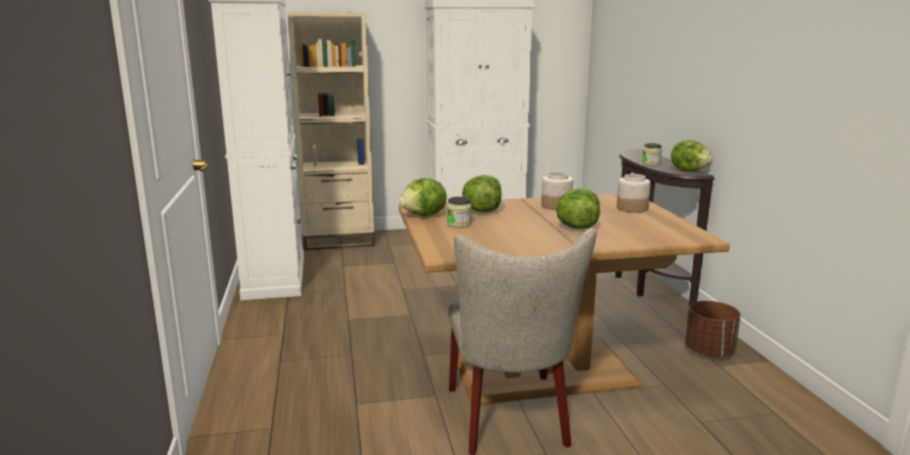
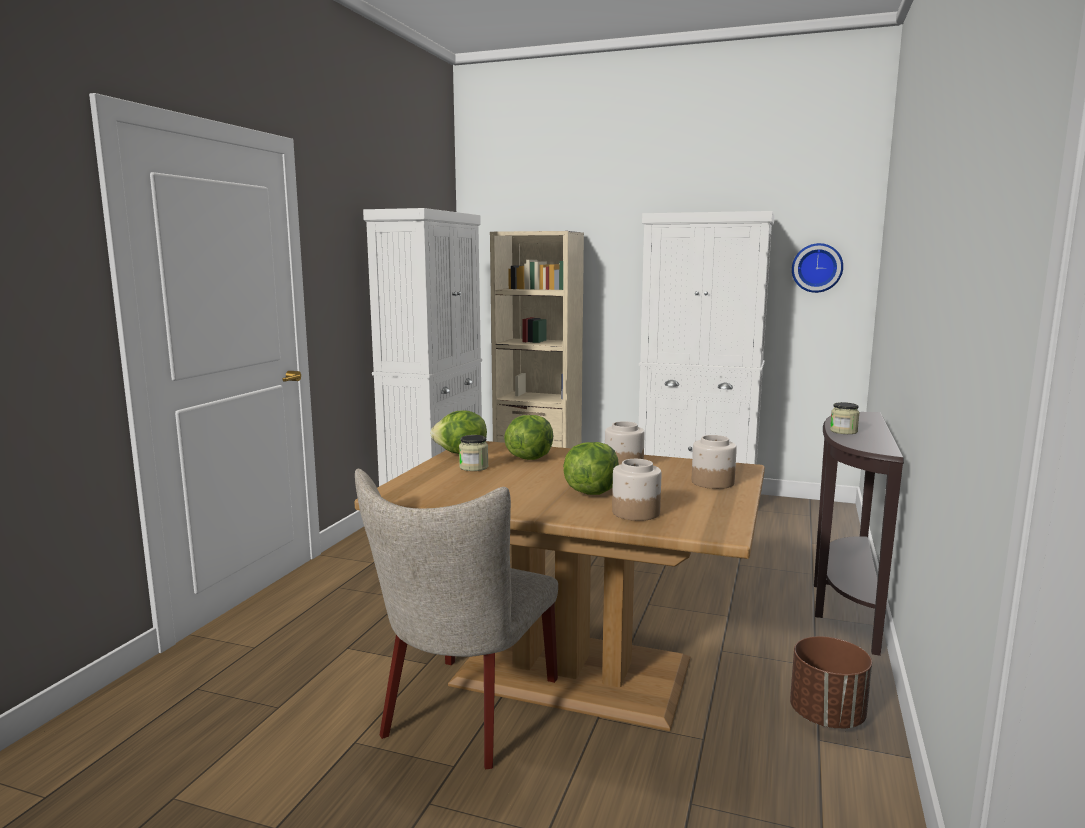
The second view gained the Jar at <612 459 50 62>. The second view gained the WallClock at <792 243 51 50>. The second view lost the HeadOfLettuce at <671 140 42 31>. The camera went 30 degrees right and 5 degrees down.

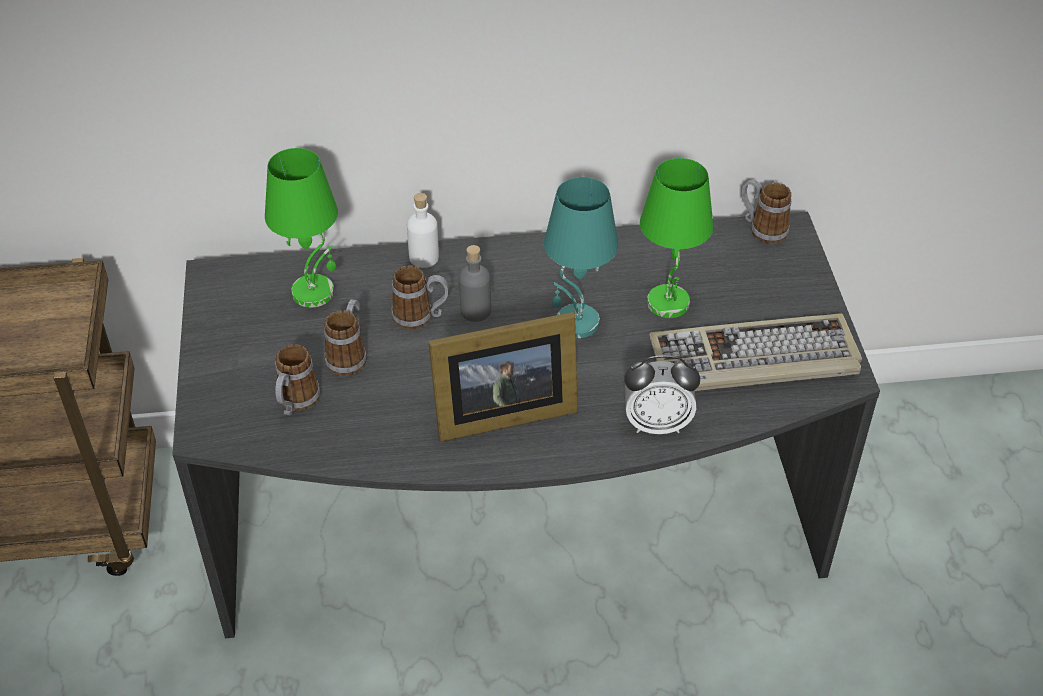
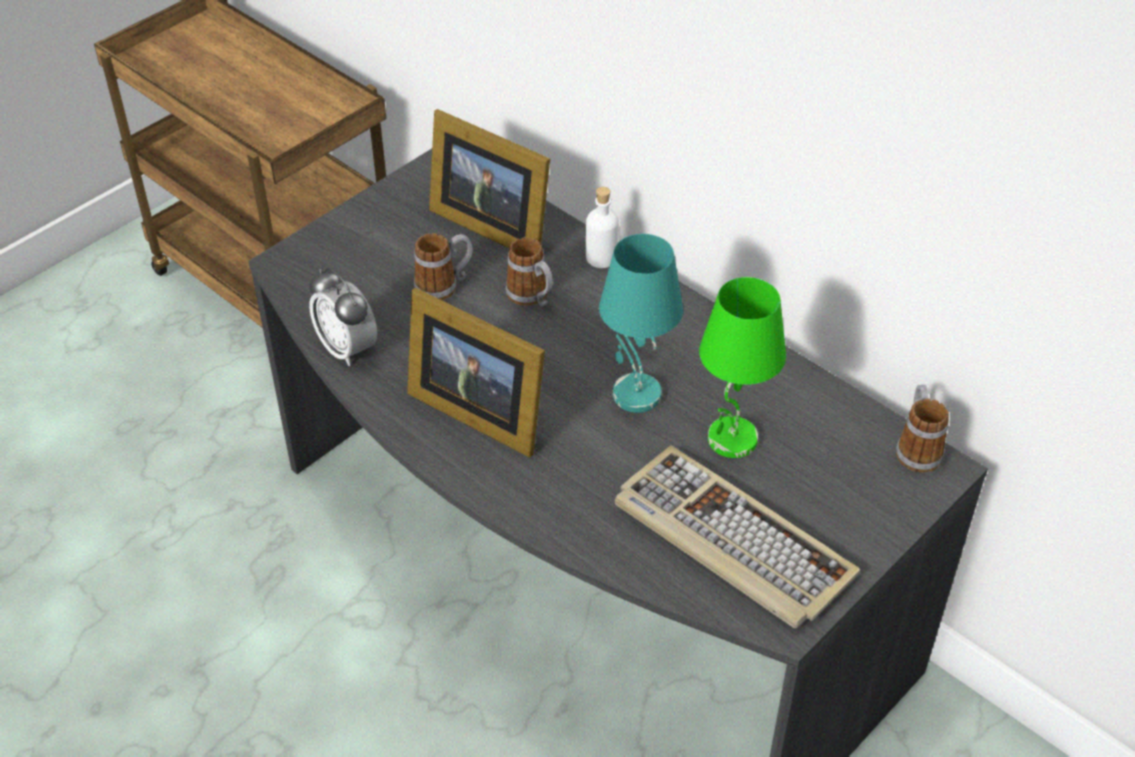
The AlarmClock ended up elsewhere, having gone from <624 355 76 79> to <309 268 68 98>. Where the GreenColouredTabletopLamp stood at <265 148 73 160>, the PictureFrame came to stand at <429 109 121 139>. The second view lost the Mug at <275 344 45 71>. The second view lost the GreyishBeverageBottle at <459 245 32 77>. The camera went 50 degrees right and 0 degrees up.

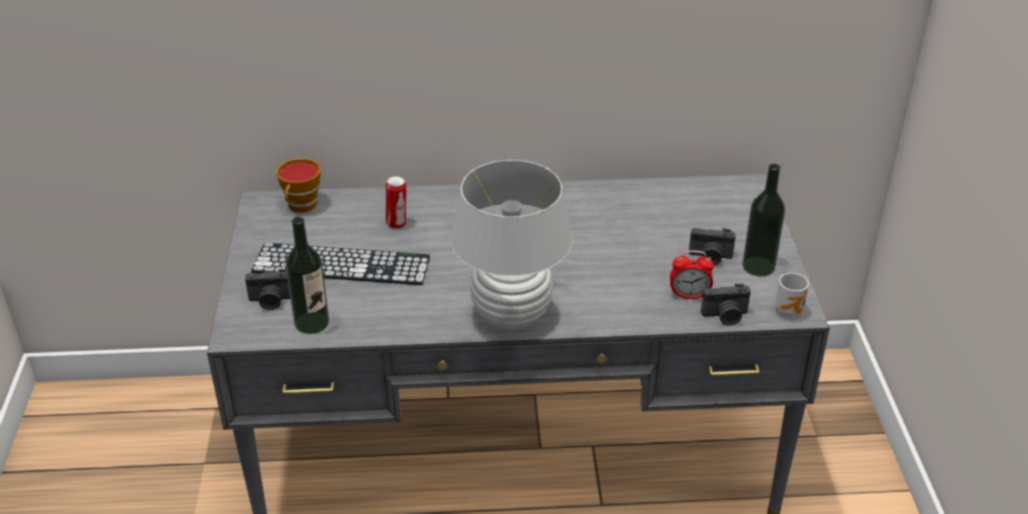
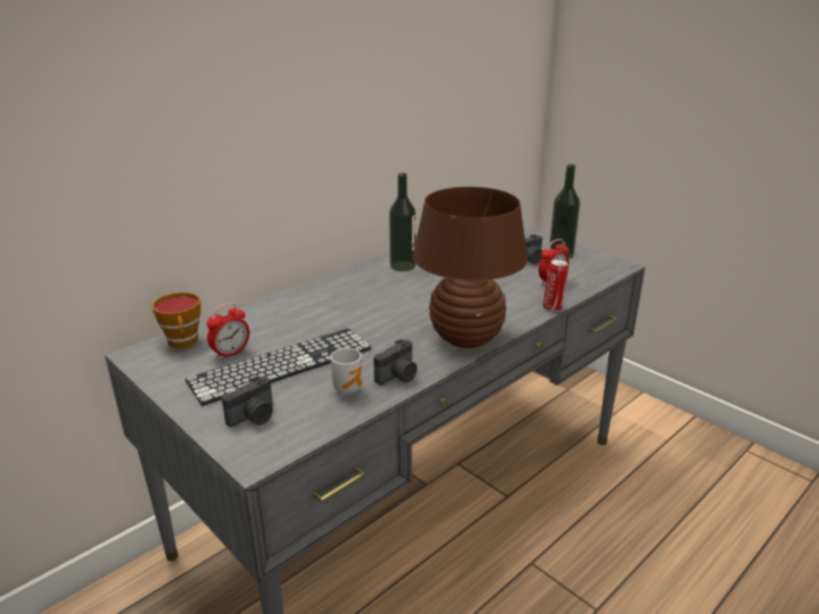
The second view gained the AlarmClock at <207 302 43 58>. The Mug ended up elsewhere, having gone from <776 273 33 44> to <330 348 32 47>. The StillCamera ended up elsewhere, having gone from <701 284 50 42> to <374 339 43 46>. The BeverageBottle ended up elsewhere, having gone from <286 217 43 117> to <389 173 27 99>. What was the WhiteTabletopLamp at <450 160 123 169> turned into the BrownTabletopLamp at <412 187 116 161>. The MetalCan ended up elsewhere, having gone from <386 176 20 53> to <543 260 26 51>. The camera went 40 degrees left and 10 degrees down.

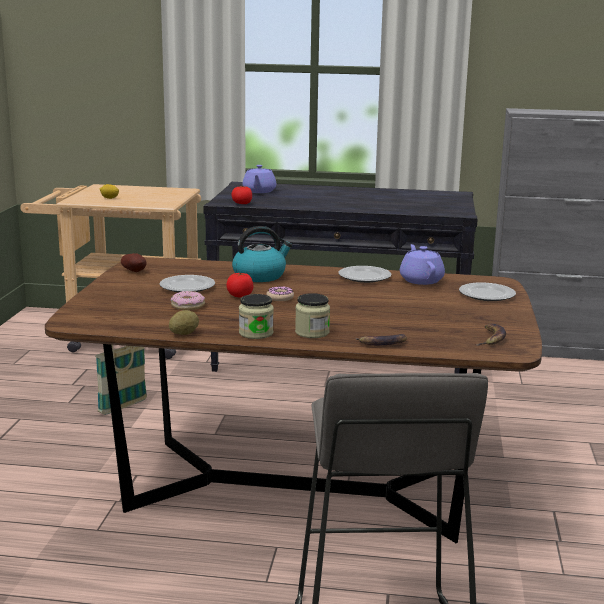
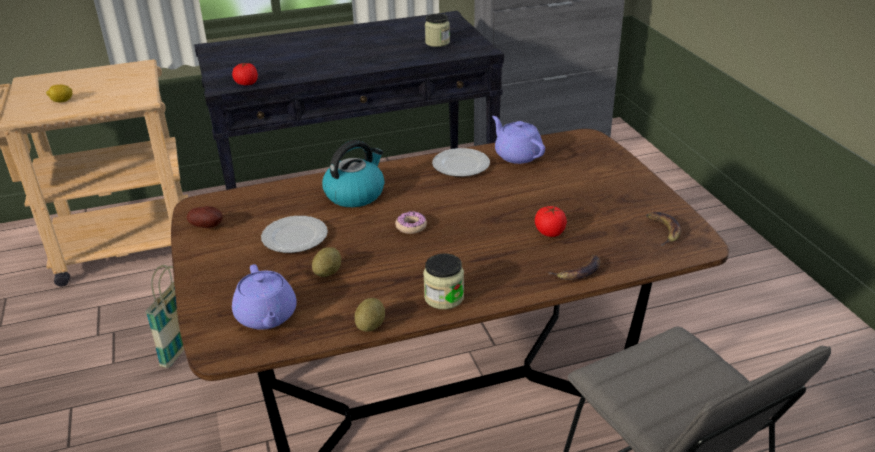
The PurplePotForTea ended up elsewhere, having gone from <243 165 33 28> to <232 264 65 66>. Where the RingDoughnut stood at <171 291 34 19>, the Spud came to stand at <312 247 29 30>. The Jar ended up elsewhere, having gone from <295 293 35 45> to <425 14 25 33>. The Tomato ended up elsewhere, having gone from <226 273 27 24> to <535 206 32 31>. The second view lost the Plate at <459 283 57 18>. The camera went 25 degrees left and 15 degrees up.

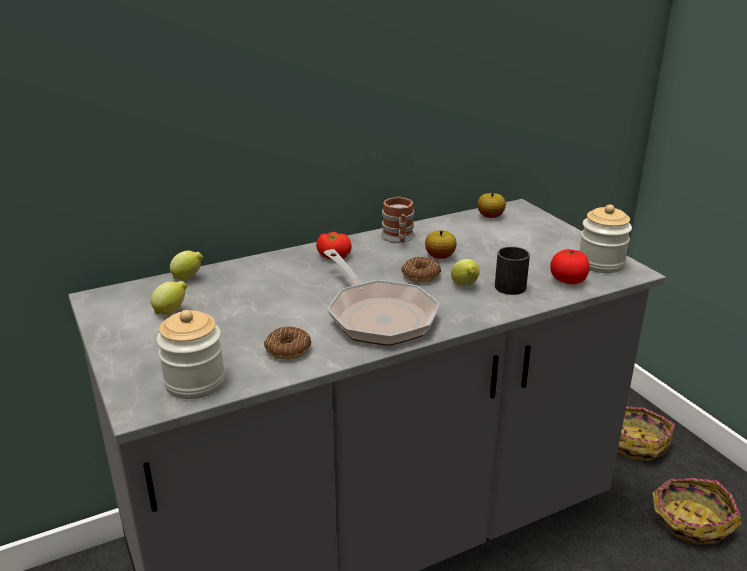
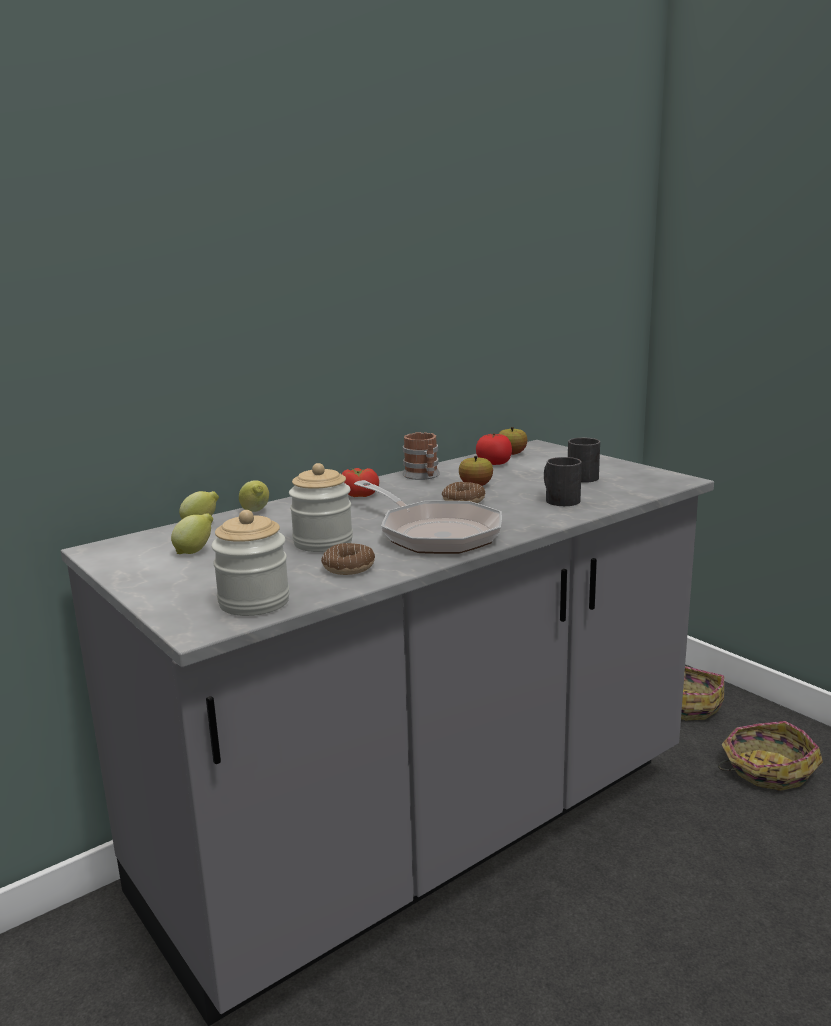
The Lemon ended up elsewhere, having gone from <451 259 29 28> to <239 480 30 32>. The Jar ended up elsewhere, having gone from <579 204 53 69> to <289 463 64 89>. The Tomato ended up elsewhere, having gone from <550 249 40 35> to <476 433 36 32>. The second view gained the BlackColouredMug at <568 438 32 45>. The camera went 10 degrees left and 10 degrees down.

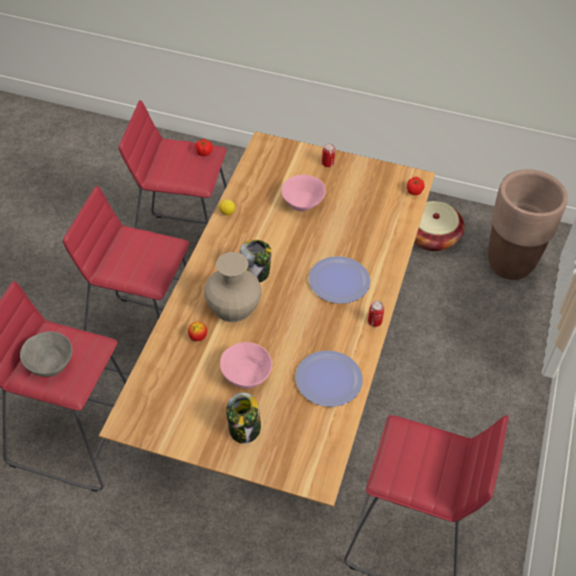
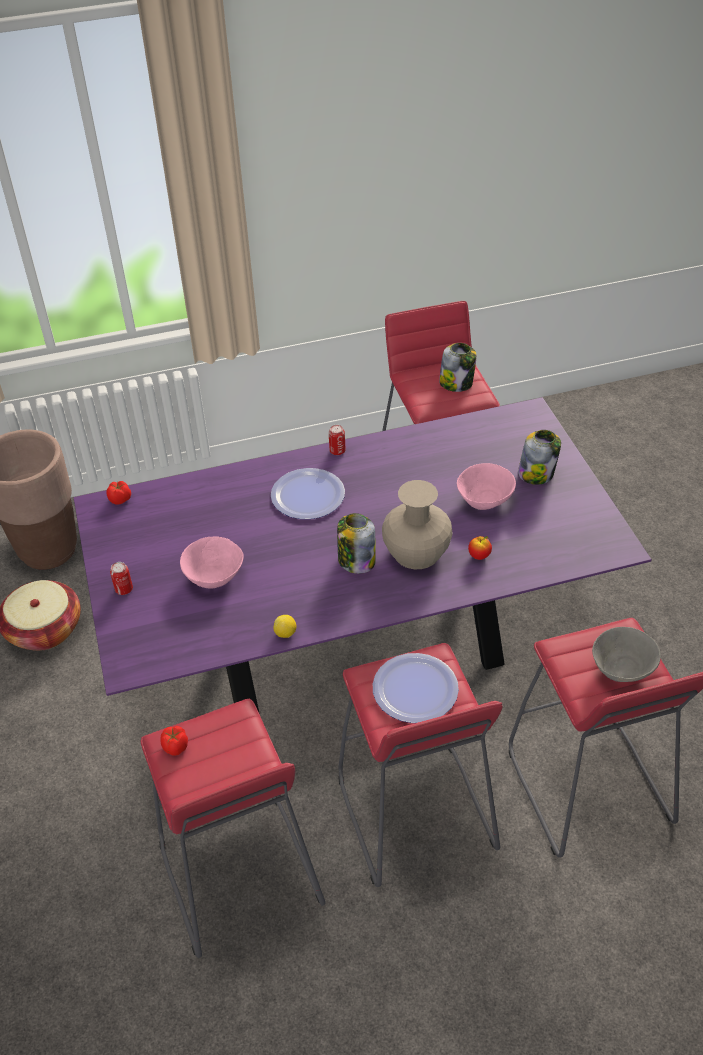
What was the BrownDinnerTable at <99 131 336 376> turned into the PurpleDinnerTable at <73 397 579 317>. The Plate ended up elsewhere, having gone from <295 350 68 57> to <373 653 86 70>. The second view gained the Jar at <439 343 38 49>. The camera went 120 degrees left and 5 degrees down.

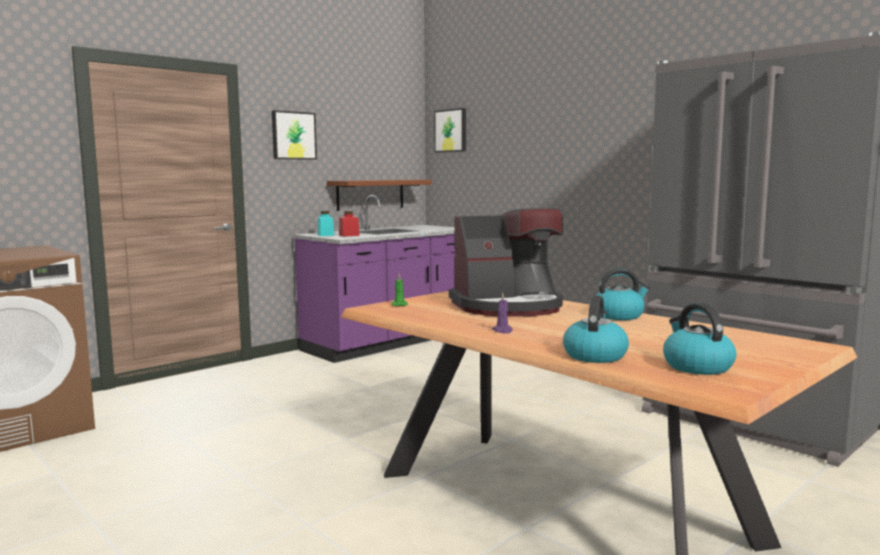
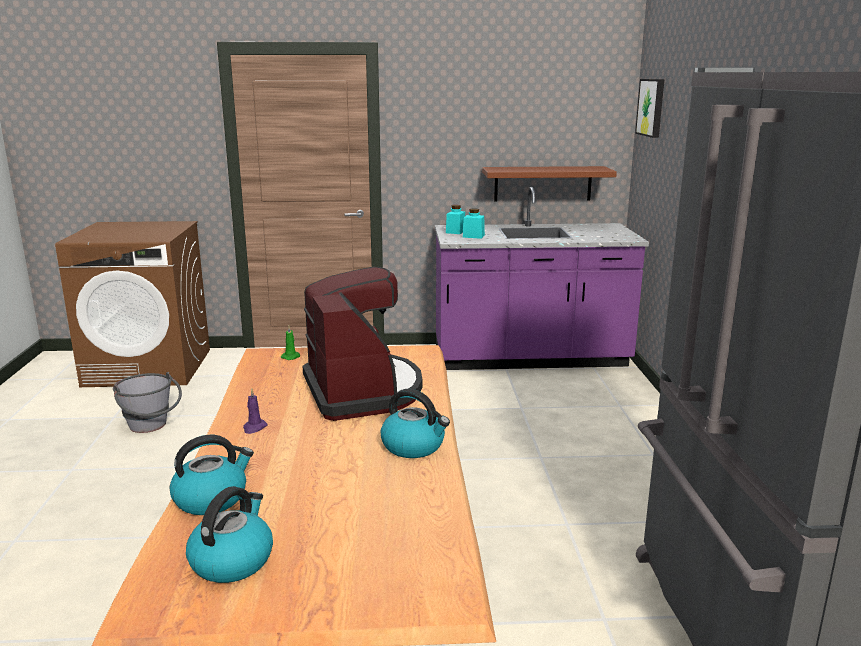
The second view gained the GreyishPail at <113 372 69 61>. The CoffeeMachine at <449 208 114 109> ended up facing another way, 135 degrees counterclockwise from before. What was the ReddishJar at <339 211 21 26> turned into the BlueGreenJar at <463 208 22 31>. The second view lost the Picture at <272 110 45 50>. The camera went 40 degrees right and 10 degrees up.

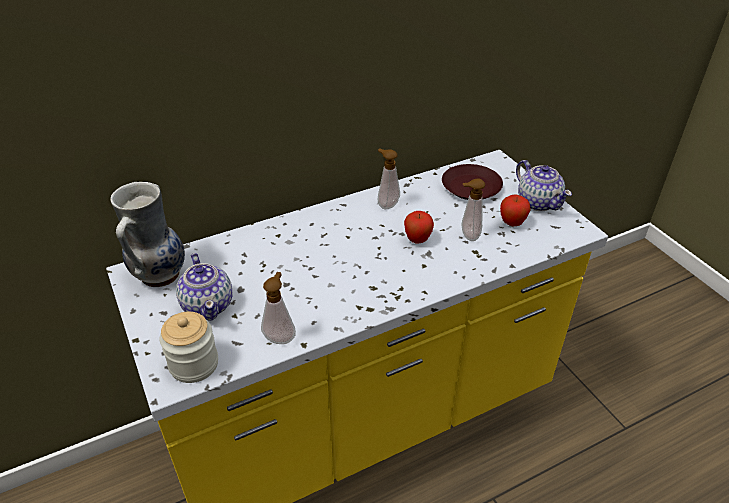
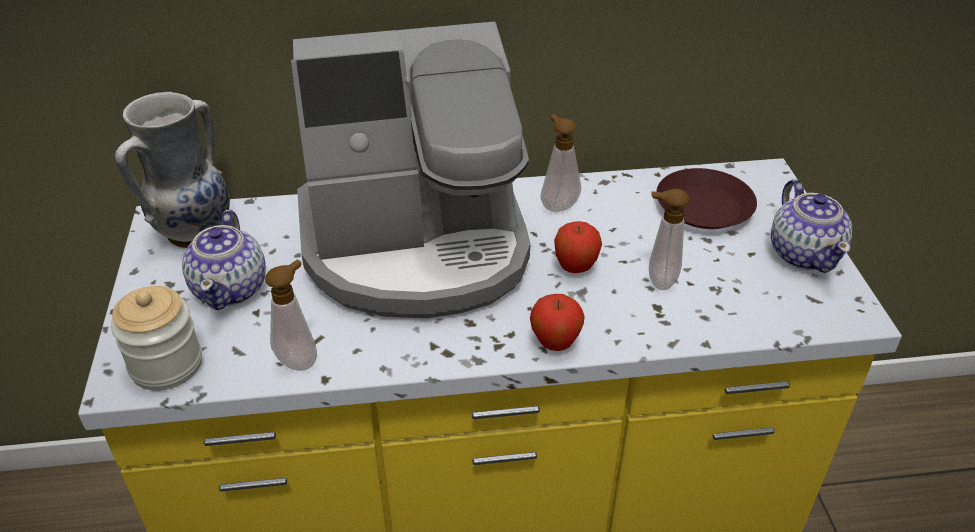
The second view gained the CoffeeMachine at <291 22 239 296>. The Apple ended up elsewhere, having gone from <500 194 31 32> to <530 294 55 57>. The camera went 20 degrees right and 0 degrees up.

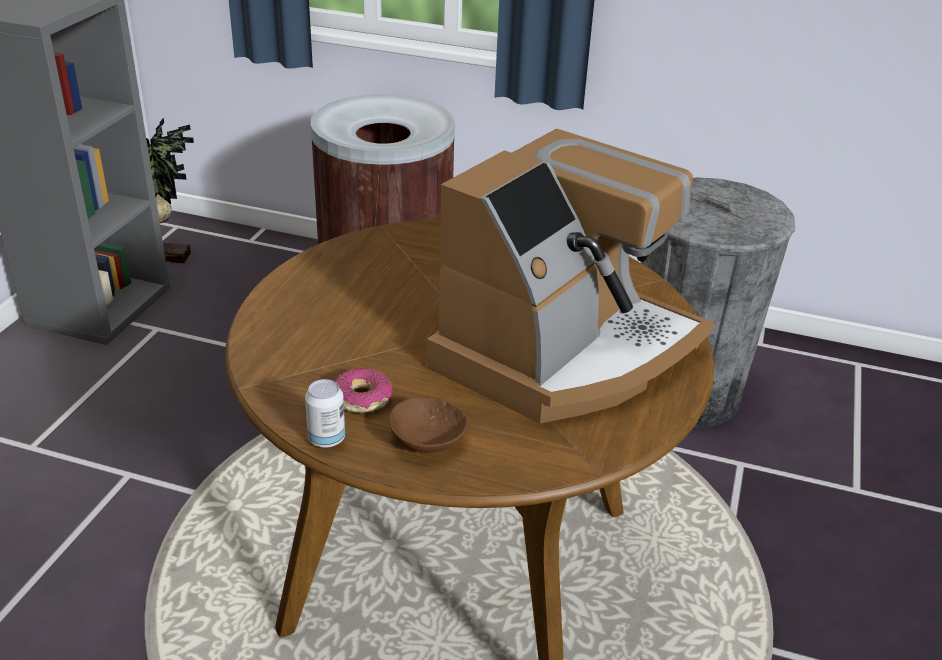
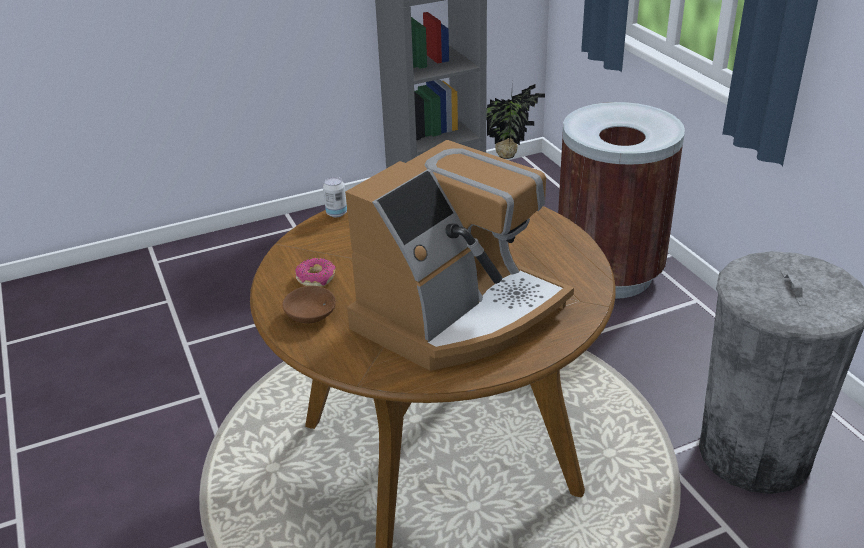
The MetalCan ended up elsewhere, having gone from <305 379 40 69> to <323 177 24 40>. The CoffeeMachine at <427 129 287 294> ended up facing another way, 45 degrees counterclockwise from before. The camera went 50 degrees right and 0 degrees up.

